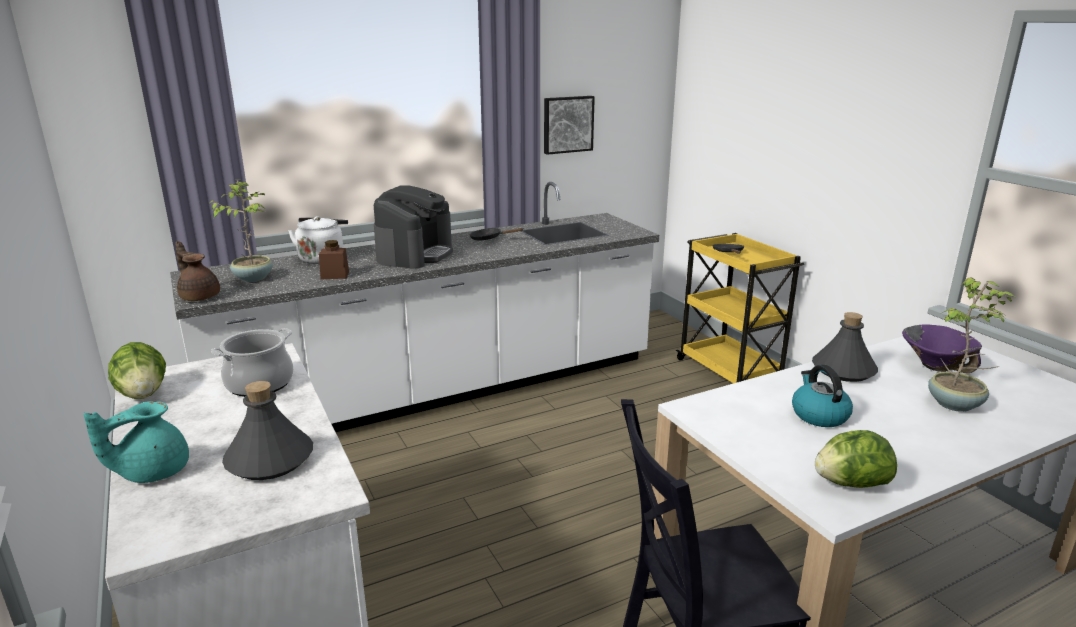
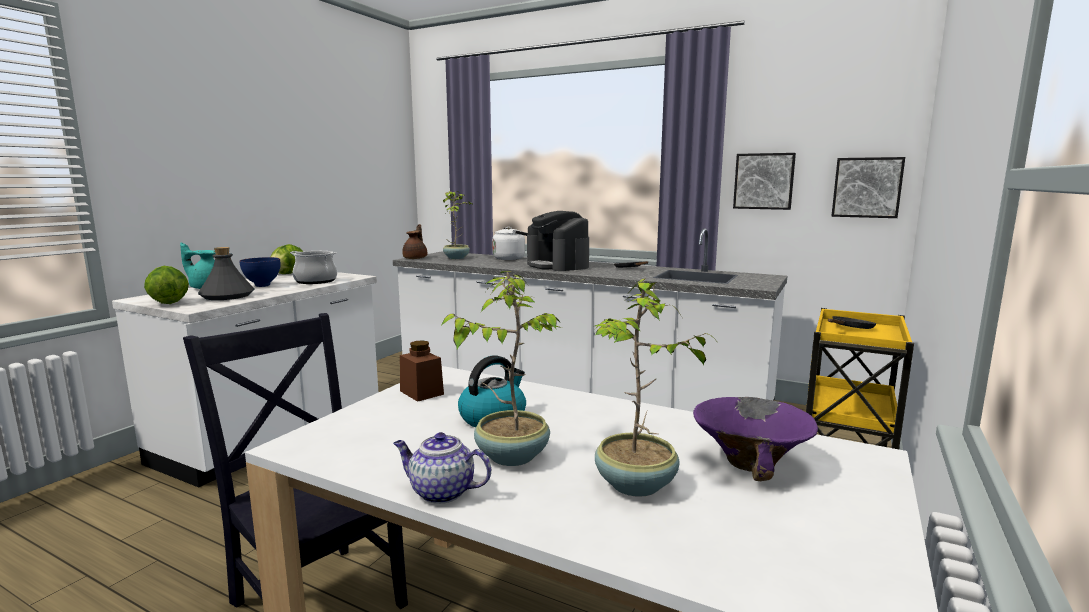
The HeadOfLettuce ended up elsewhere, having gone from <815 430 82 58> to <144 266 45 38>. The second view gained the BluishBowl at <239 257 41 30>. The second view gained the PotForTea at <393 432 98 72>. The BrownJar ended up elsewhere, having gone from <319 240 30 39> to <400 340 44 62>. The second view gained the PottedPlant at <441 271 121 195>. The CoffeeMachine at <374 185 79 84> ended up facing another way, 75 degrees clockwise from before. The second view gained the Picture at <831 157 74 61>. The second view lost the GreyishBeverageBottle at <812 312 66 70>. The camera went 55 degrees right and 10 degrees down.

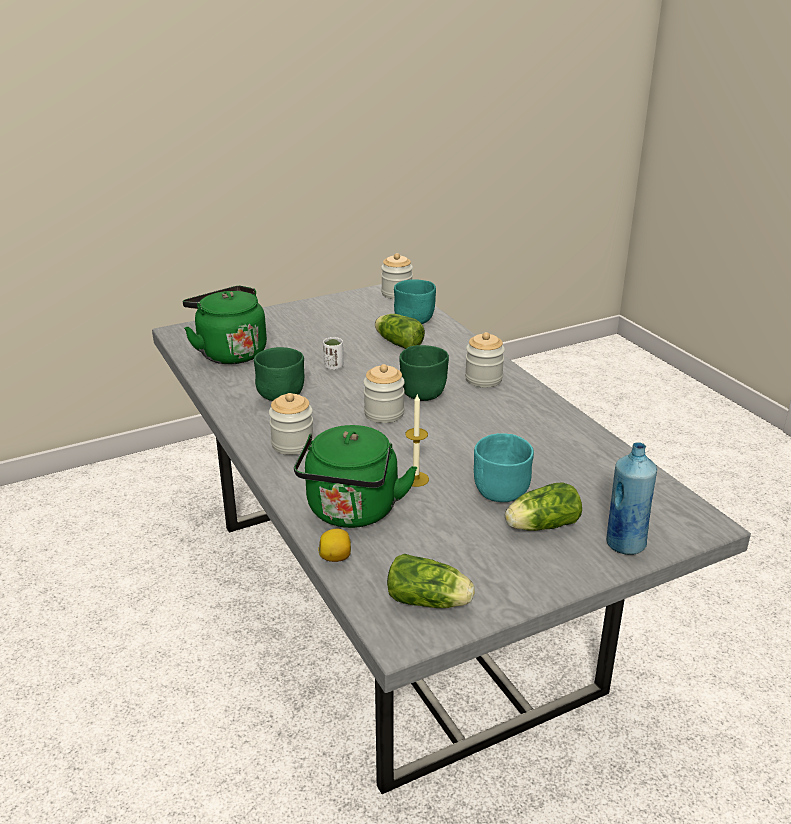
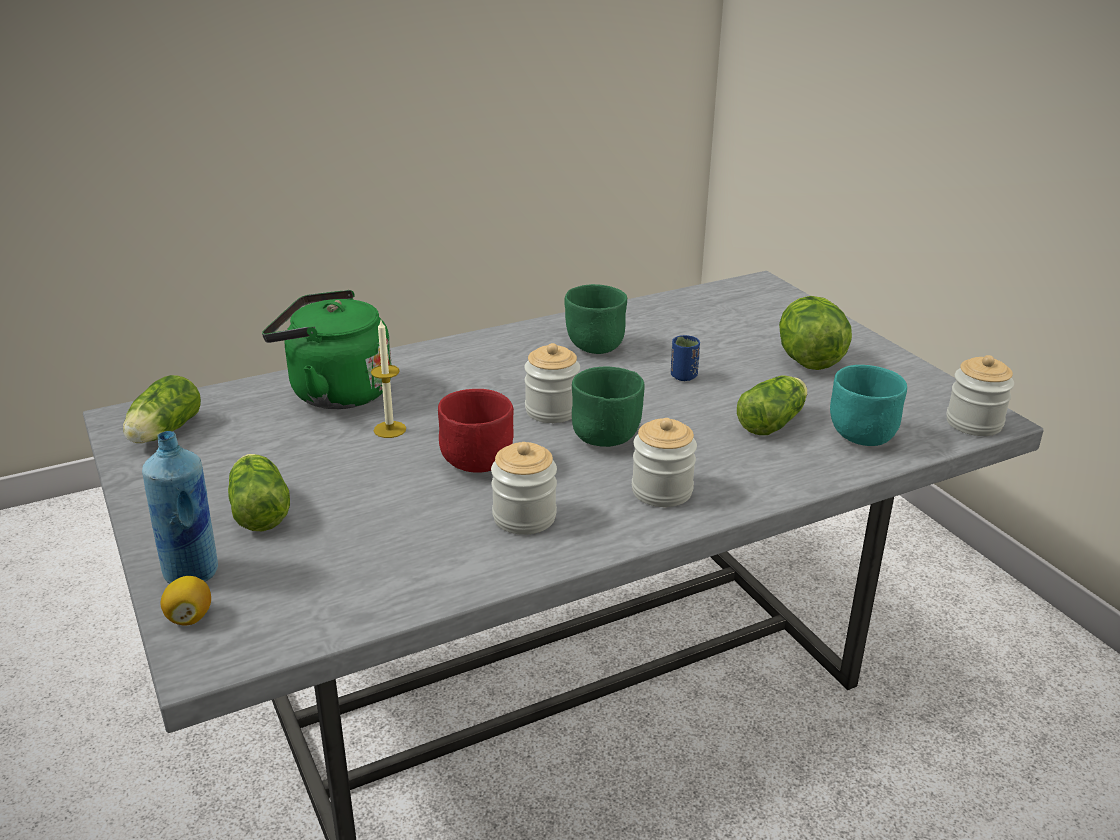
The Lemon ended up elsewhere, having gone from <318 529 33 33> to <161 576 50 50>. The second view gained the ReddishBowl at <438 389 76 84>. The Jar ended up elsewhere, having gone from <269 393 45 62> to <491 442 66 93>. What was the WhiteCup at <323 337 20 33> turned into the BluishCup at <671 335 29 46>. The second view gained the HeadOfLettuce at <779 296 73 74>. The second view lost the GreenColouredWaterKettle at <183 286 84 78>. The second view lost the BlueGreenBowl at <474 433 60 69>. The camera went 90 degrees right and 0 degrees up.

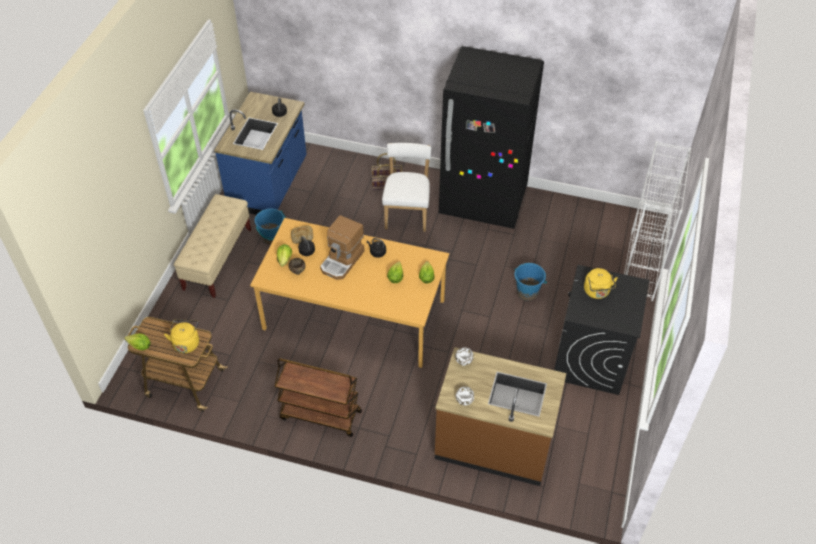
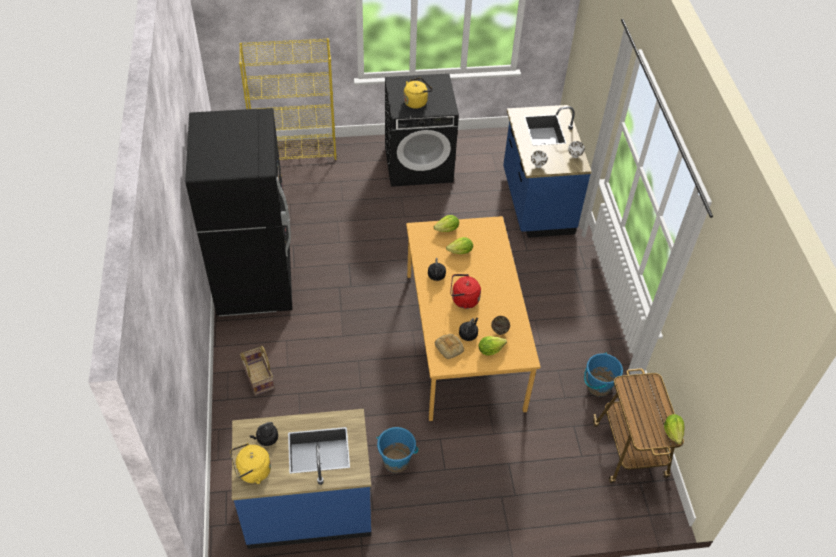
The YellowColouredWaterKettle ended up elsewhere, having gone from <164 319 35 34> to <230 443 41 41>. What was the WhiteBookcase at <624 141 67 160> turned into the YellowColouredBookcase at <239 38 97 122>. Where the CoffeeMachine stood at <320 215 45 65>, the ReddishWaterKettle came to stand at <450 274 31 35>. What was the BrownKitchenCounter at <435 347 131 139> turned into the BluishKitchenCounter at <503 105 89 133>. The BluishPail ended up elsewhere, having gone from <514 263 33 38> to <584 353 39 44>. The second view lost the BeigeIndoorBench at <174 194 77 104>. The second view lost the BrownTrolley at <274 358 88 79>. The second view lost the WhiteChair at <382 143 50 89>. The camera went 115 degrees left and 0 degrees up.

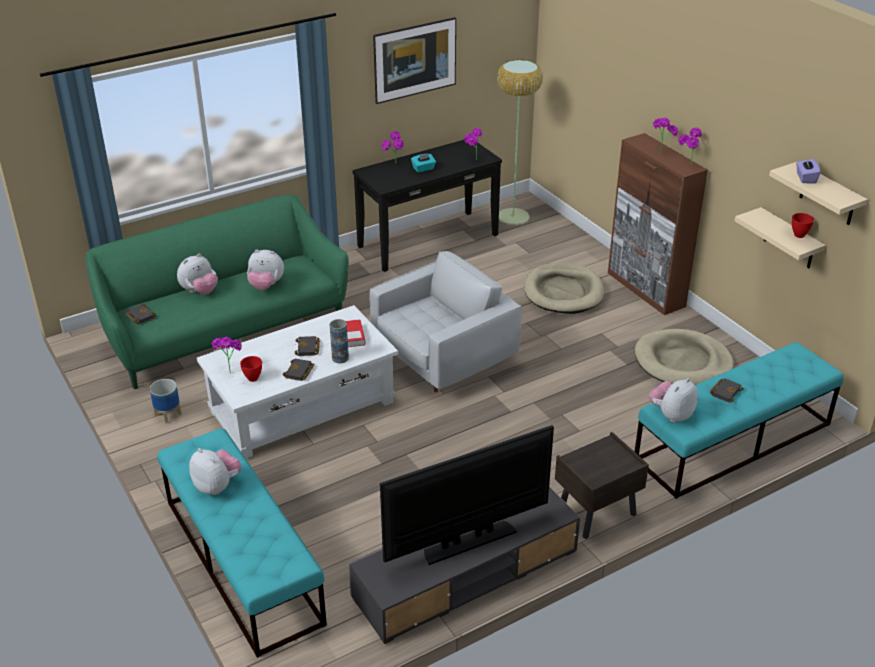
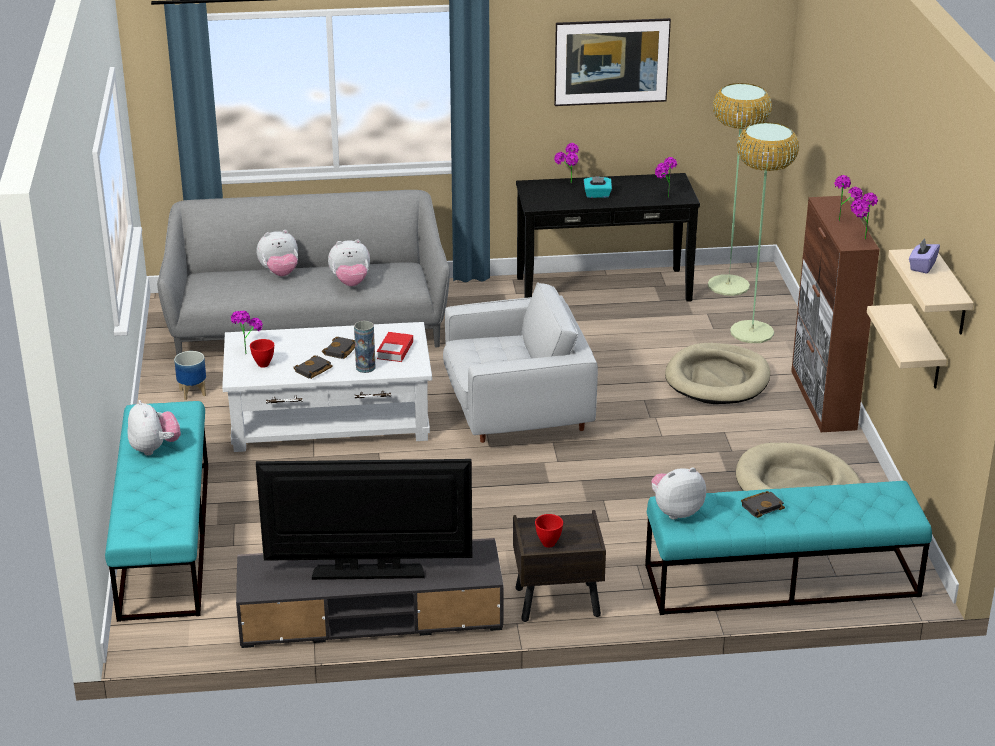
What was the GreenColouredSettee at <85 194 264 195> turned into the GreyishSettee at <157 190 293 165>. The SoftToy at <247 250 37 40> ended up facing another way, 45 degrees counterclockwise from before. The ReddishBowl ended up elsewhere, having gone from <792 213 22 25> to <535 514 28 33>. The second view gained the FloorLamp at <730 122 69 221>. The second view lost the BlackColouredBook at <125 304 31 20>. The camera went 25 degrees right and 5 degrees down.

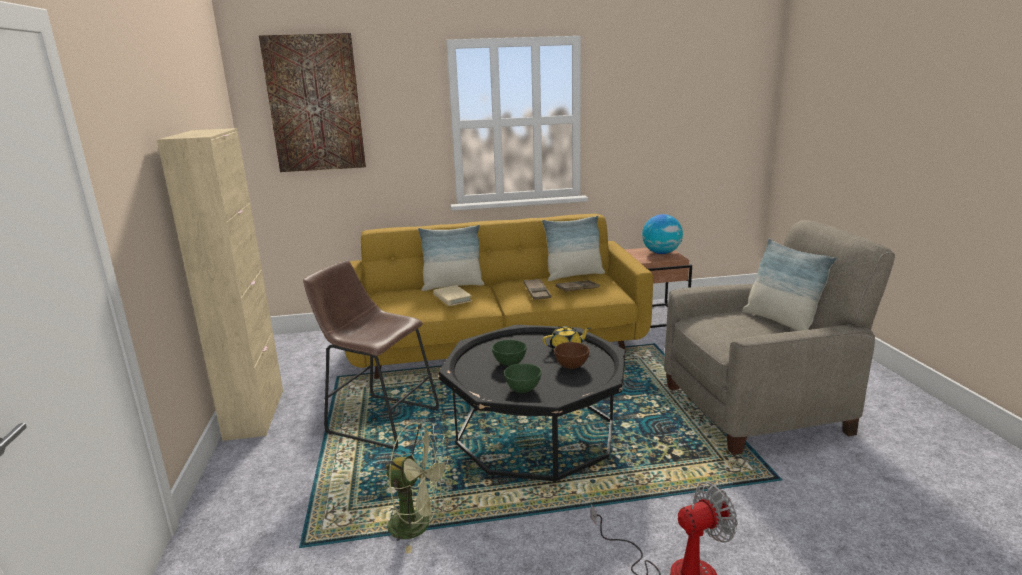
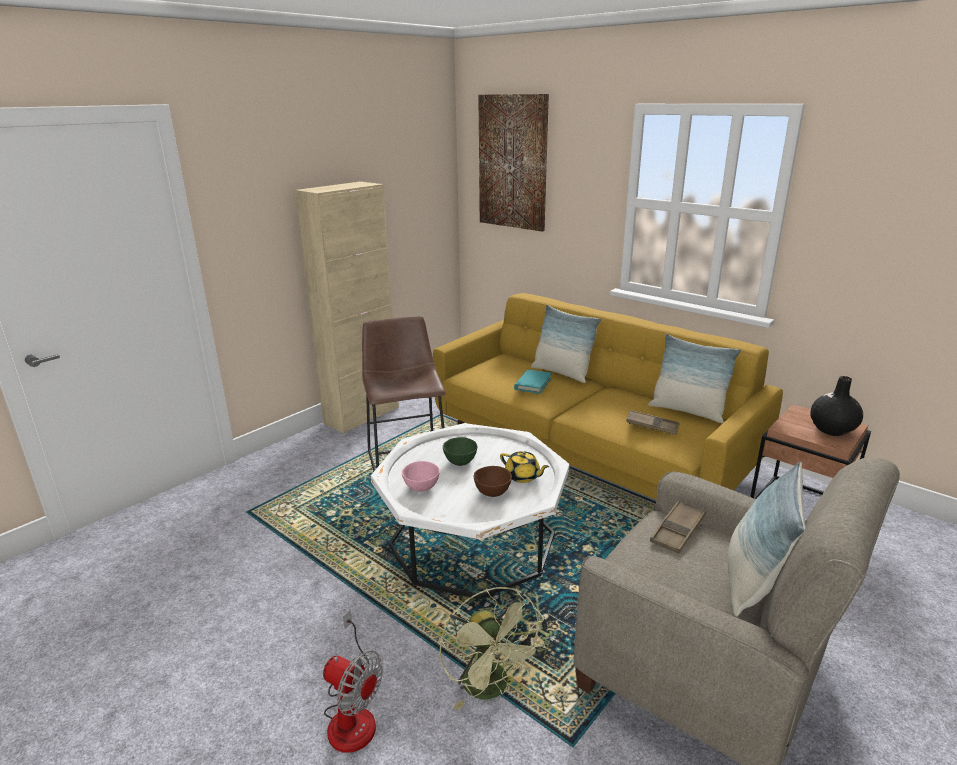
What was the BlackColouredCoffeeTable at <438 325 187 156> turned into the WhiteCoffeeTable at <371 423 198 176>. What was the GreenColouredBowl at <504 364 38 29> turned into the PinkColouredBowl at <402 461 38 31>. The GreenColouredElectricFan ended up elsewhere, having gone from <386 422 65 131> to <439 587 106 123>. What was the BeigeBook at <433 285 39 21> turned into the BlueGreenBook at <514 370 38 24>. The BrownCarryingTray ended up elsewhere, having gone from <523 279 28 21> to <650 500 56 53>. Where the WorldGlobe stood at <642 214 41 40>, the BlackColouredFlowerVase came to stand at <810 376 53 60>. The camera went 50 degrees right and 5 degrees up.

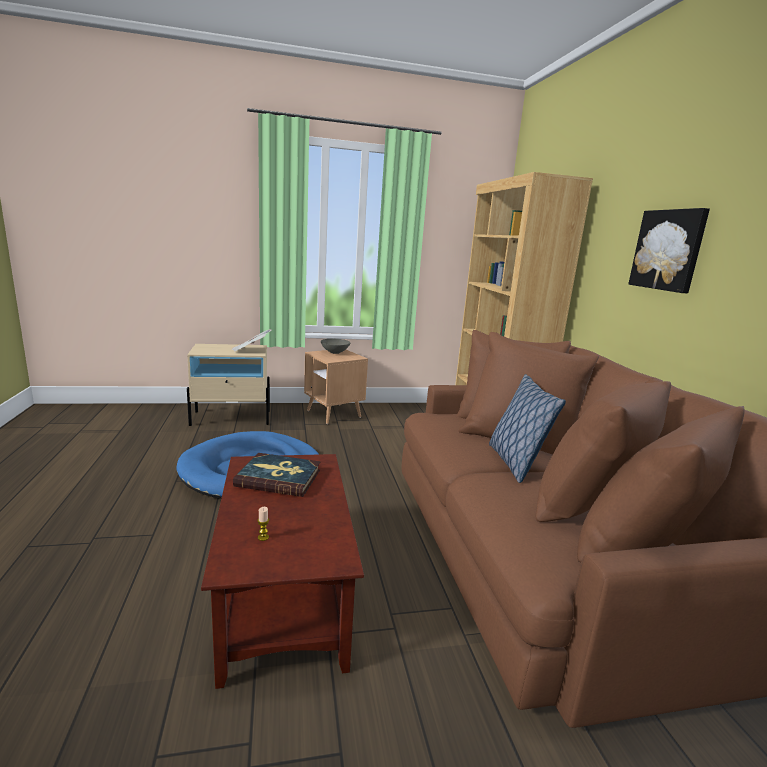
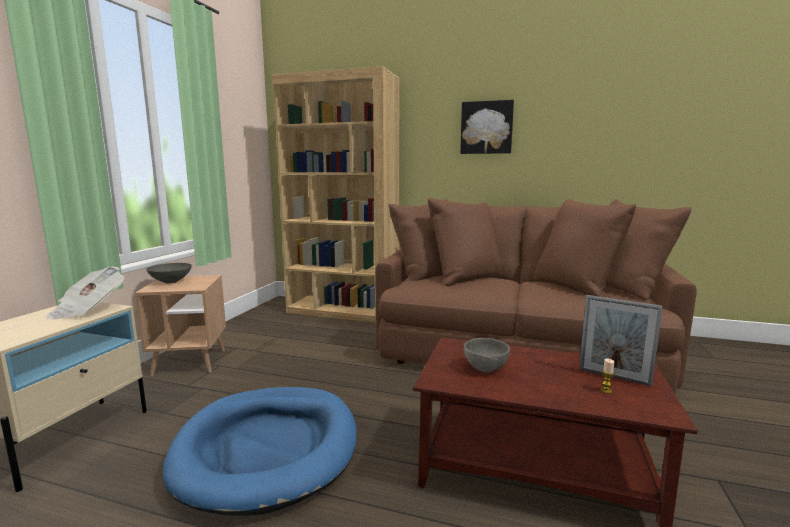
Where the Book stood at <233 453 87 44>, the GreyishBowl came to stand at <464 338 46 34>. The second view gained the PictureFrame at <579 295 84 92>. The second view lost the ThrowPillow at <489 374 77 109>. The camera went 60 degrees left and 5 degrees down.

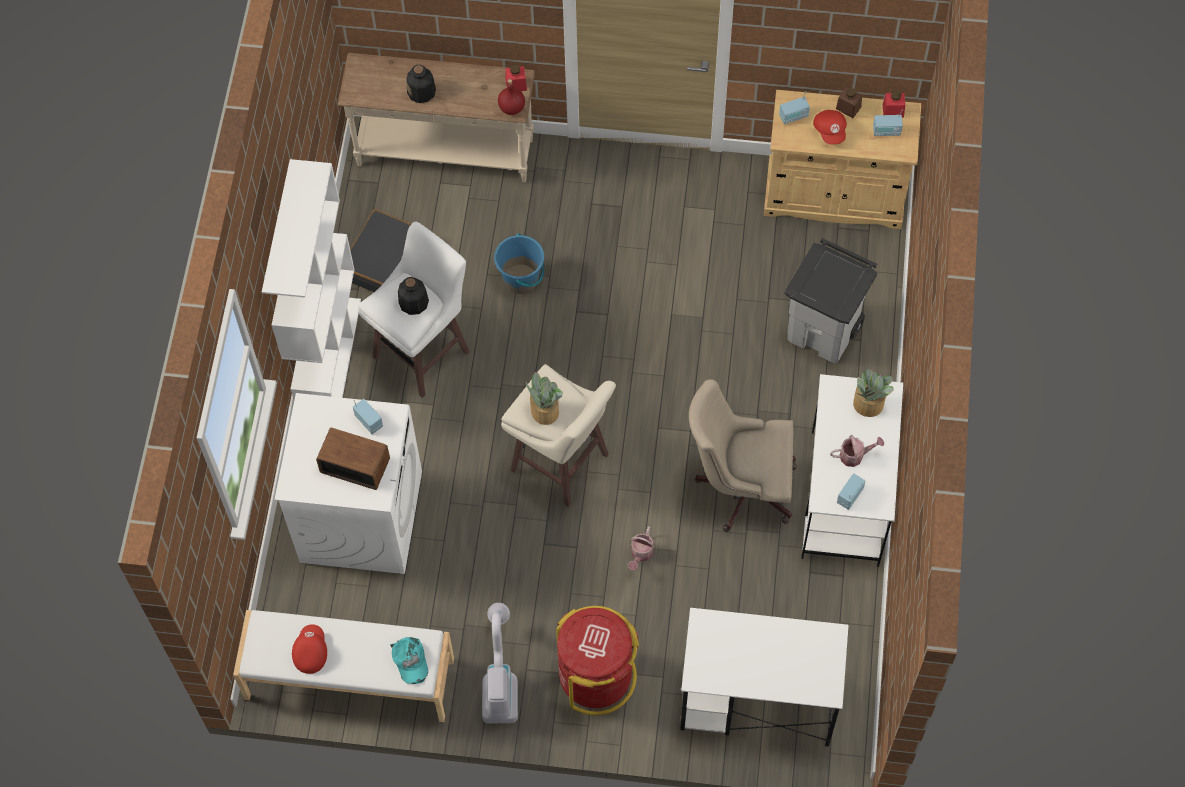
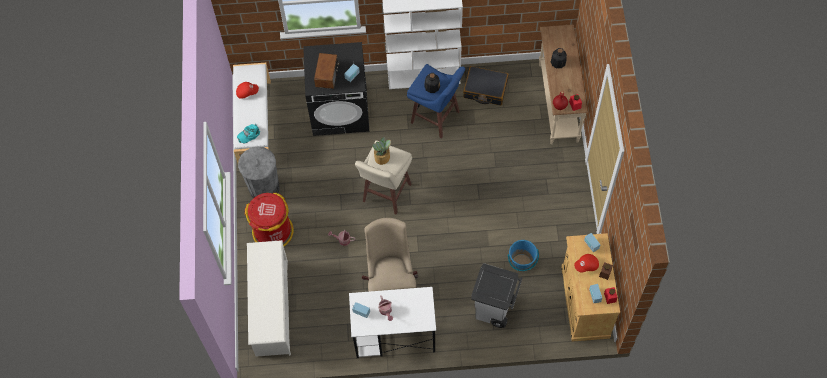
Where the Vacuum stood at <482 603 36 121>, the GreyishTrashCan came to stand at <238 147 42 51>. Where the WhiteDeskUnit stood at <680 608 169 139>, the WhiteShoeRack came to stand at <247 240 44 117>. What was the WhiteLaundryAppliance at <274 393 148 181> turned into the BlackColouredLaundryAppliance at <303 42 66 94>. What was the WhiteStool at <358 222 111 176> turned into the BluishStool at <407 64 58 75>. The BluishPail ended up elsewhere, having gone from <494 233 50 61> to <508 240 31 32>. The second view lost the PottedPlant at <853 369 41 48>. The camera went 80 degrees right and 0 degrees up.

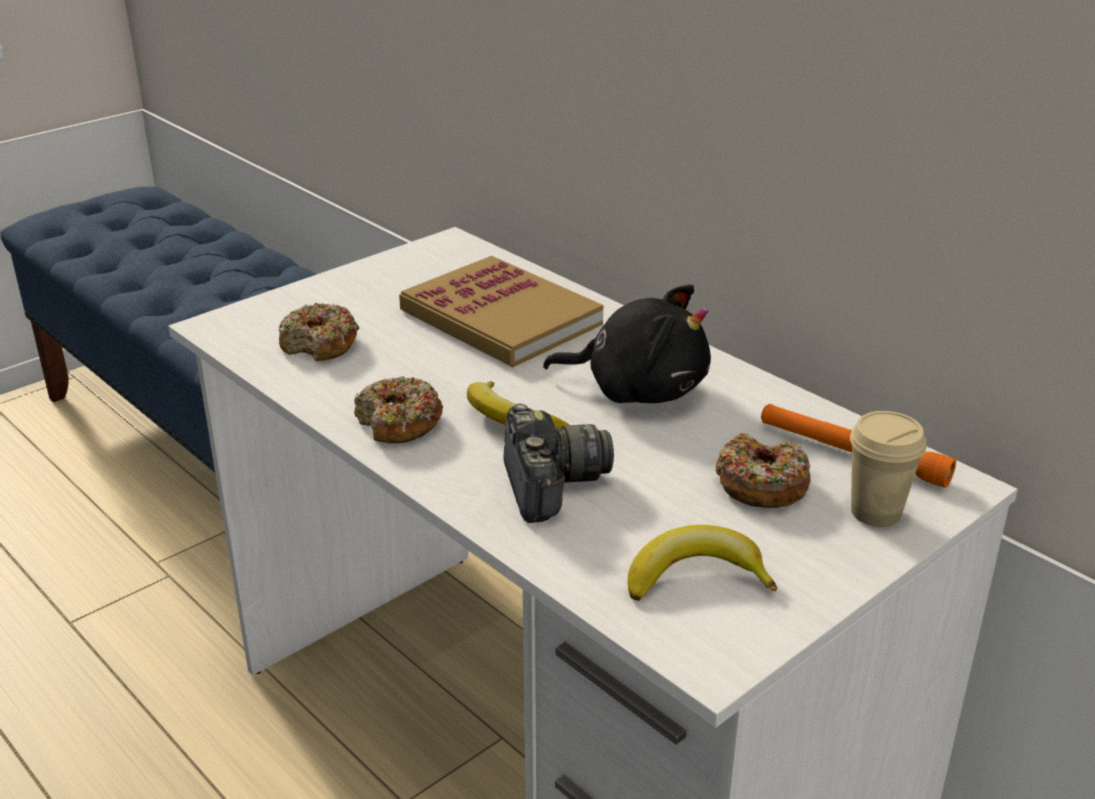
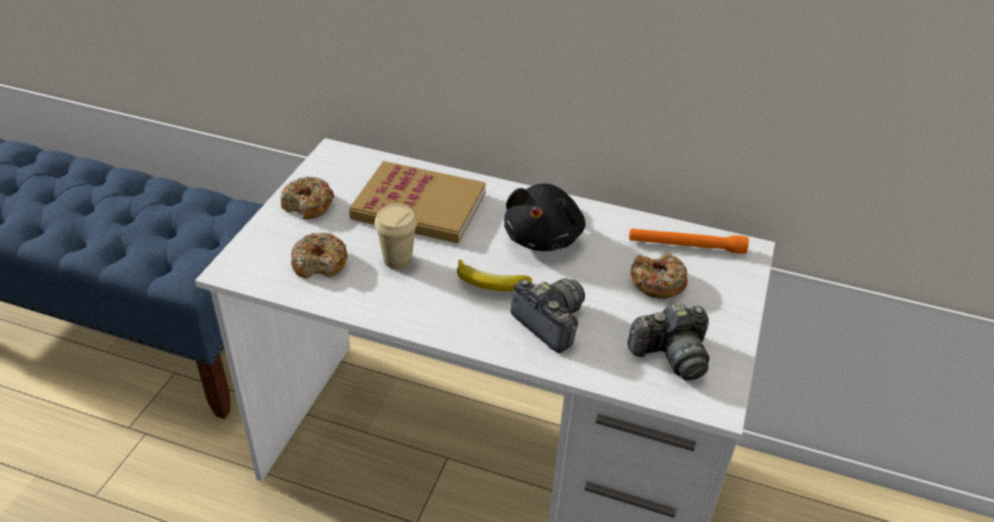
The RingDoughnut ended up elsewhere, having gone from <354 376 89 67> to <280 177 54 42>. The BeigeCup ended up elsewhere, having gone from <850 411 76 116> to <375 204 42 65>. The BlackColouredSoftToy at <543 284 168 119> ended up facing another way, 120 degrees clockwise from before. Where the Banana stood at <628 525 149 76>, the StillCamera came to stand at <627 303 82 78>. The camera went 30 degrees left and 10 degrees up.

